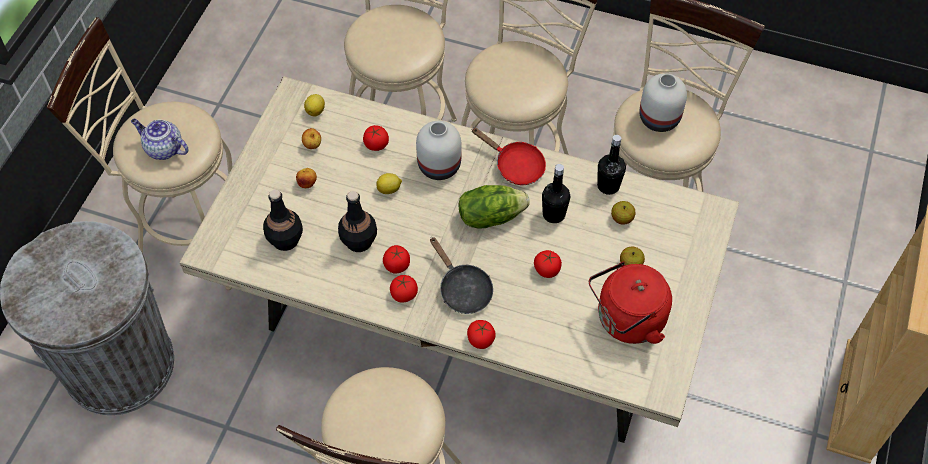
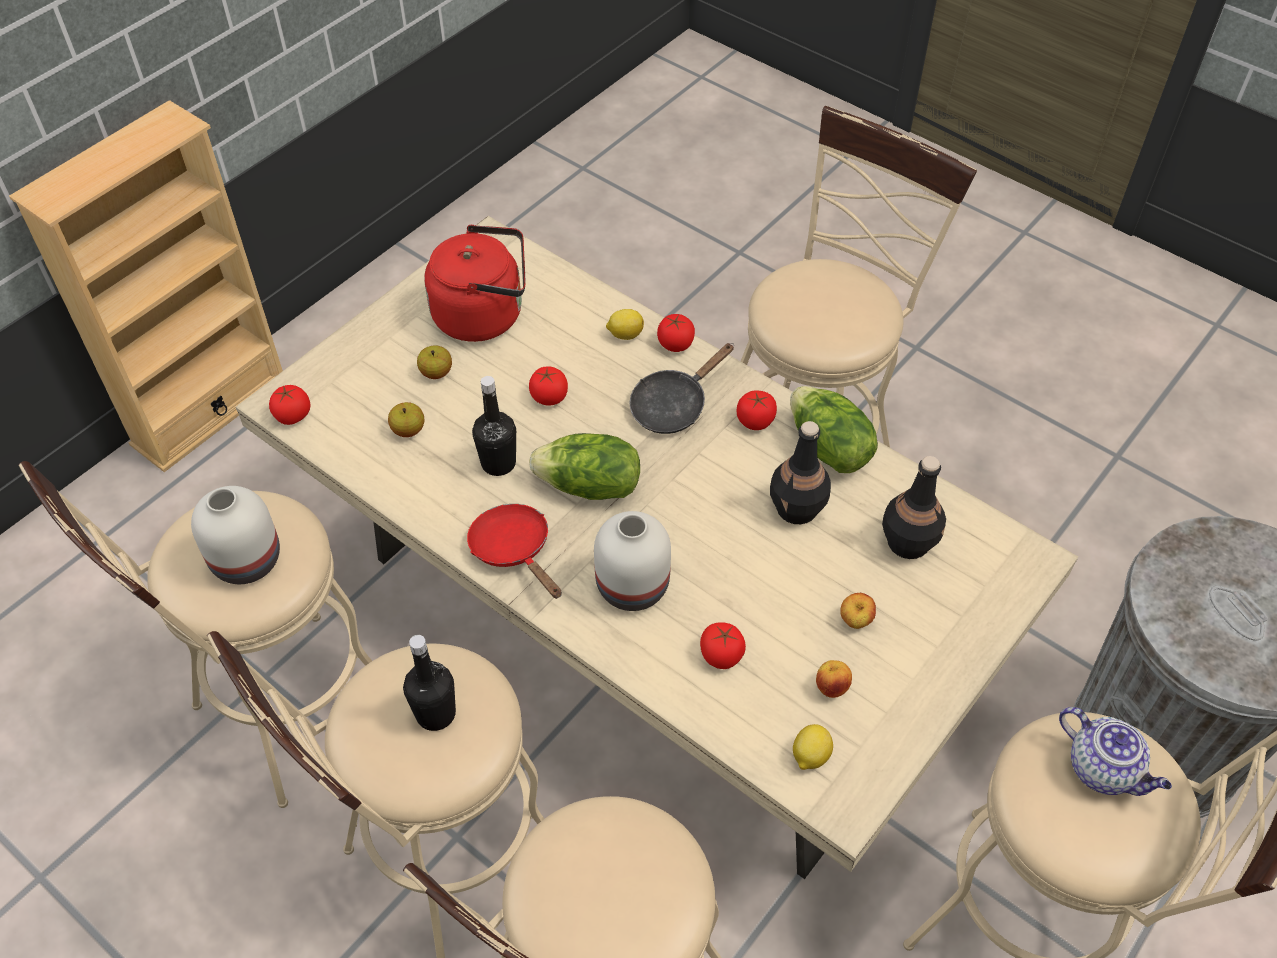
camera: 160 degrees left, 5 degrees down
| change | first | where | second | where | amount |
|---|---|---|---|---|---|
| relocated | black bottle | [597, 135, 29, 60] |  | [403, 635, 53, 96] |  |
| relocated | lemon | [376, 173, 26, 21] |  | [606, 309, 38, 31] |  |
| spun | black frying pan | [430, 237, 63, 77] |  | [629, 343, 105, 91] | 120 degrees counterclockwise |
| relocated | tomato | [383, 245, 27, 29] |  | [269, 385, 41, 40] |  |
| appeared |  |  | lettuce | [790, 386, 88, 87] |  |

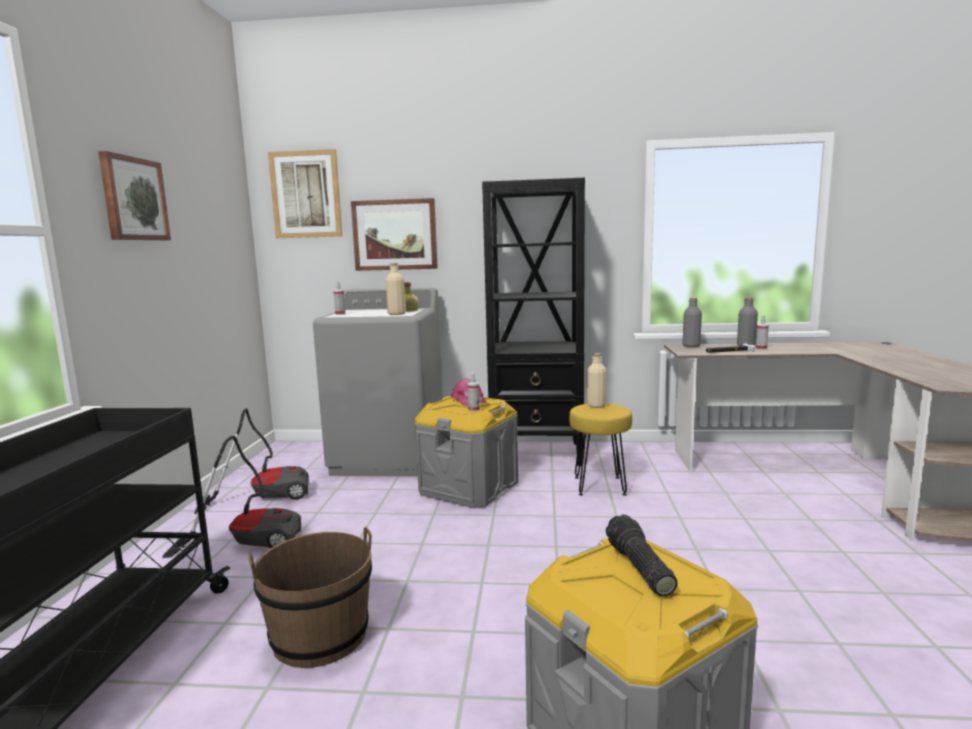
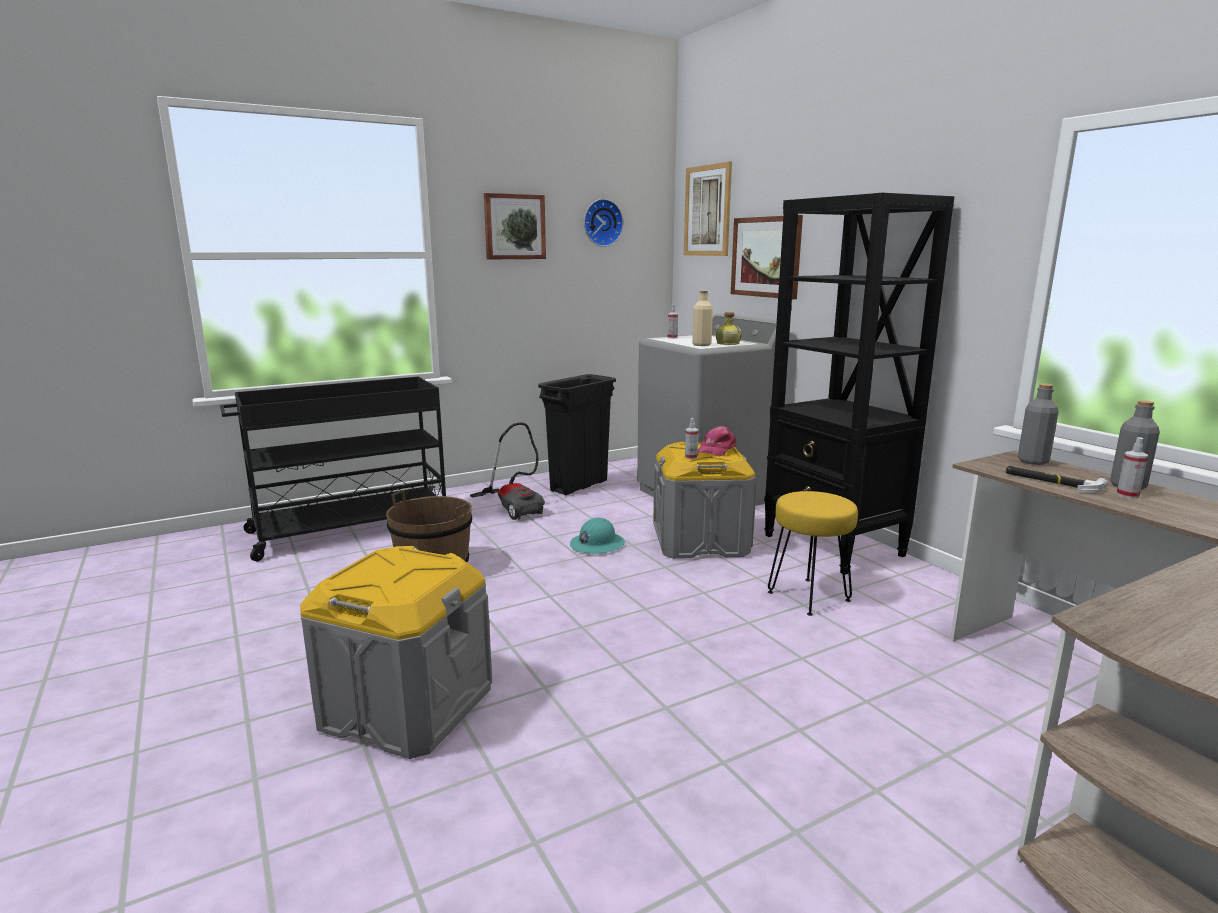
camera: 55 degrees right, 5 degrees up
| change | first | where | second | where | amount |
|---|---|---|---|---|---|
| missing | beige bottle | [587, 353, 20, 55] |  |  |  |
| exchanged | vacuum cleaner | [194, 408, 115, 106] | black trash can | [538, 374, 78, 121] |  |
| missing | flashlight | [606, 515, 72, 82] |  |  |  |
| appeared |  |  | wall clock | [584, 199, 40, 48] |  |
| appeared |  |  | turquoise hard hat | [570, 517, 55, 37] |  |

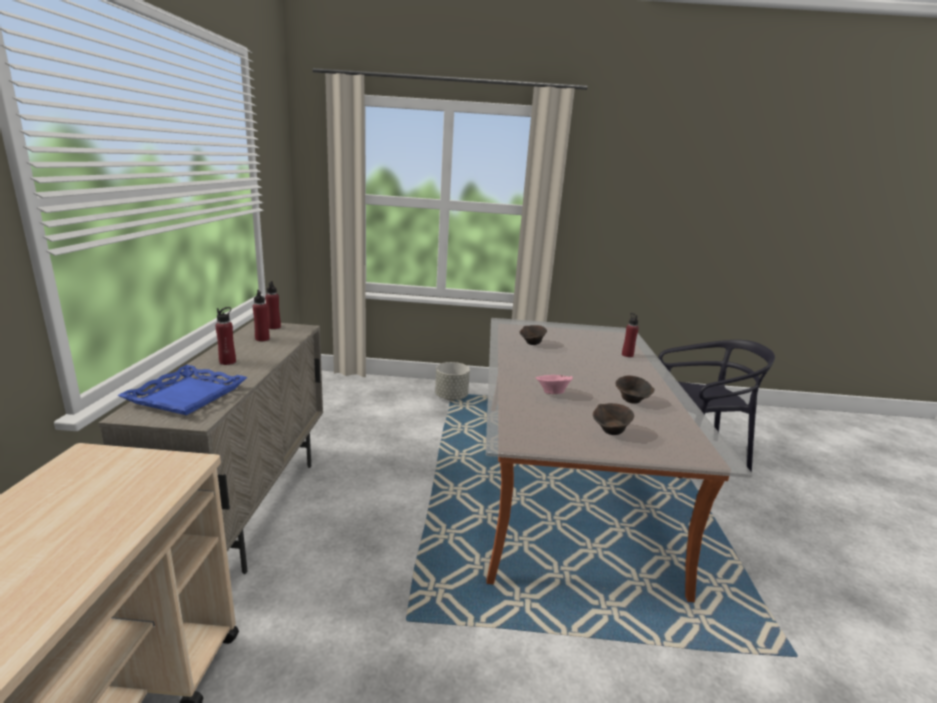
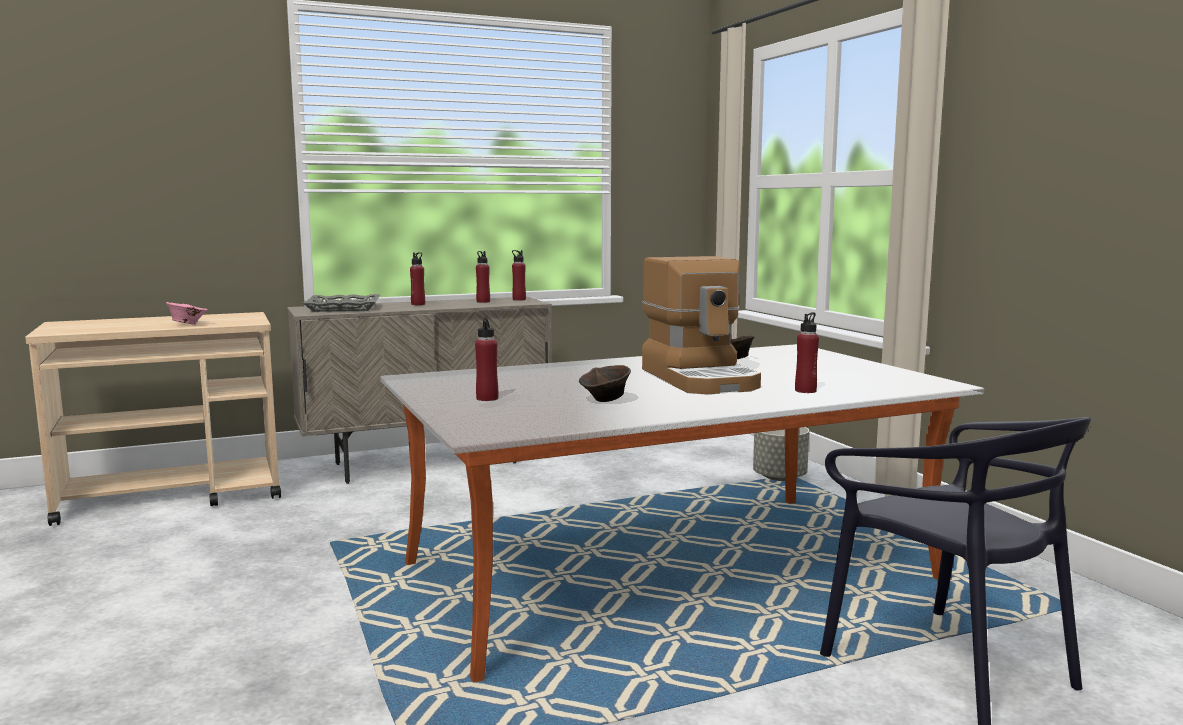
camera: 65 degrees right, 10 degrees down
| change | first | where | second | where | amount |
|---|---|---|---|---|---|
| colour | blue tray | [117, 365, 130, 50] | grey tray | [303, 294, 77, 18] |  |
| relocated | pink bowl | [536, 375, 37, 19] |  | [166, 302, 42, 23] |  |
| exchanged | brown bowl | [593, 403, 41, 32] | red bottle | [475, 317, 24, 84] |  |
| appeared |  |  | coffee machine | [642, 256, 119, 138] |  |

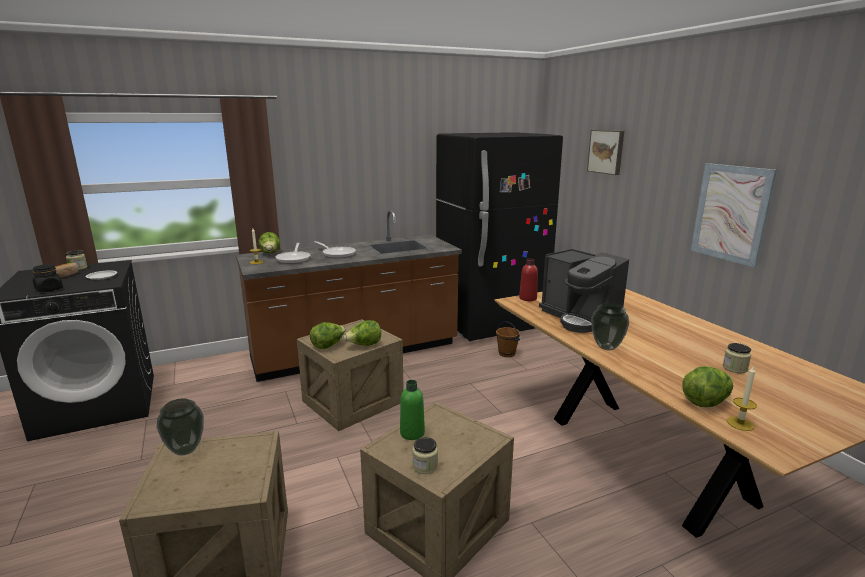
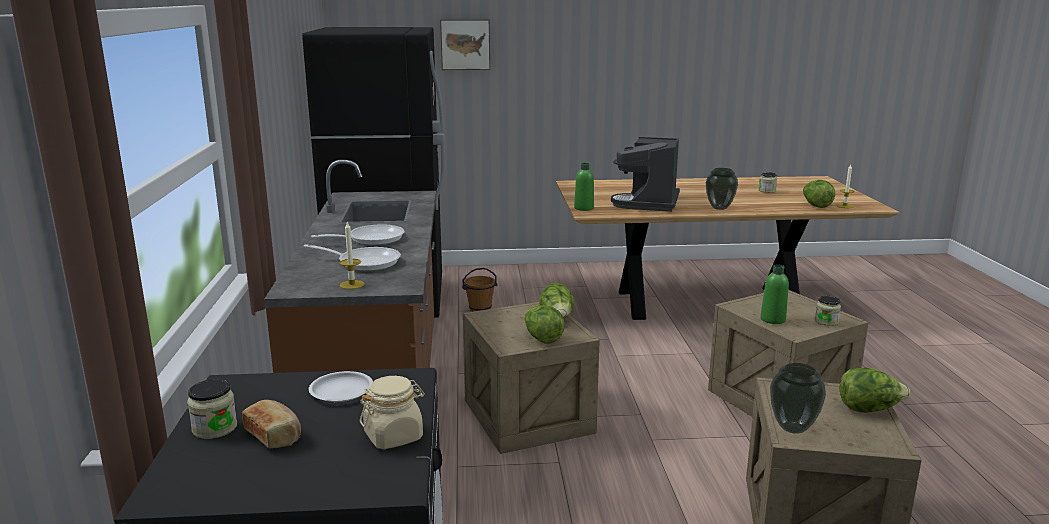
camera: 70 degrees left, 0 degrees up
| change | first | where | second | where | amount |
|---|---|---|---|---|---|
| missing | picture | [691, 163, 86, 105] |  |  |  |
| relocated | lettuce | [258, 232, 22, 22] |  | [840, 367, 70, 46] |  |
| spun | coffee machine | [539, 249, 90, 84] |  | [611, 137, 69, 75] | 120 degrees clockwise |
| colour | red bottle | [519, 258, 19, 43] | green bottle | [574, 163, 20, 48] |  |
| colour | black jar | [33, 264, 30, 28] | beige jar | [360, 376, 65, 73] |  |

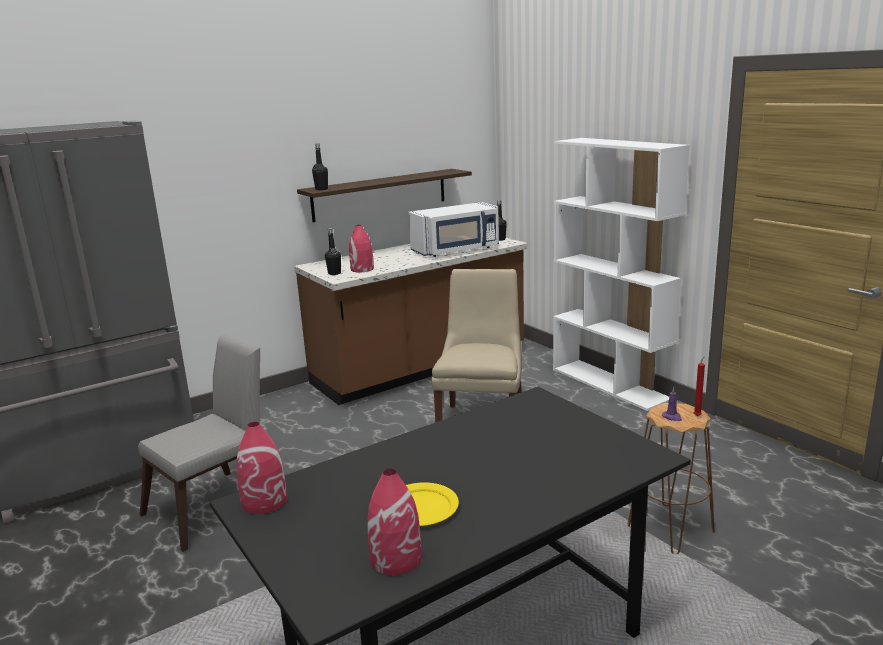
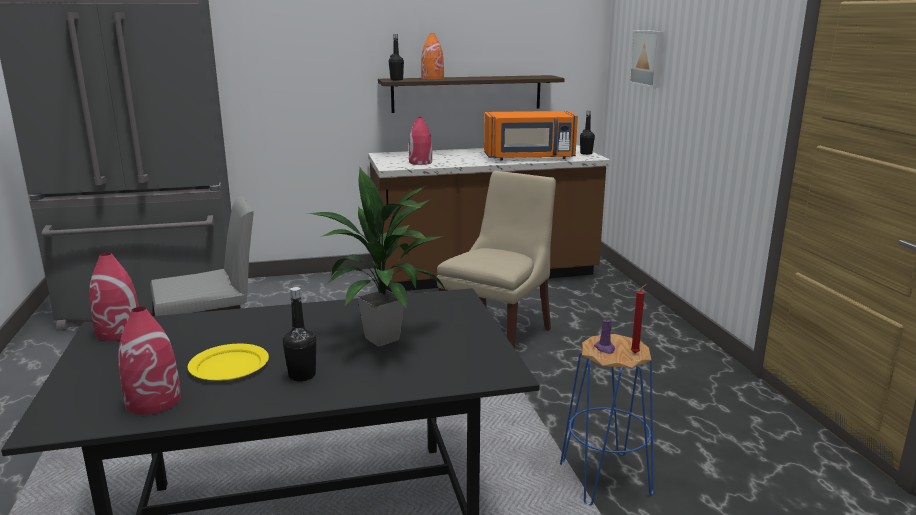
camera: 20 degrees right, 0 degrees up
| change | first | where | second | where | amount |
|---|---|---|---|---|---|
| missing | white bookcase | [553, 138, 137, 273] |  |  |  |
| colour | white microwave | [408, 202, 91, 55] | orange microwave | [484, 111, 94, 49] |  |
| relocated | black bottle | [325, 228, 16, 47] |  | [283, 287, 33, 95] |  |
| colour | brown stool | [628, 403, 87, 151] | blue stool | [560, 334, 94, 172] |  |
| appeared |  |  | picture | [629, 30, 36, 58] |  |
| appeared |  |  | orange vase | [421, 34, 23, 46] |  |
| appeared |  |  | potted plant | [305, 167, 140, 180] |  |

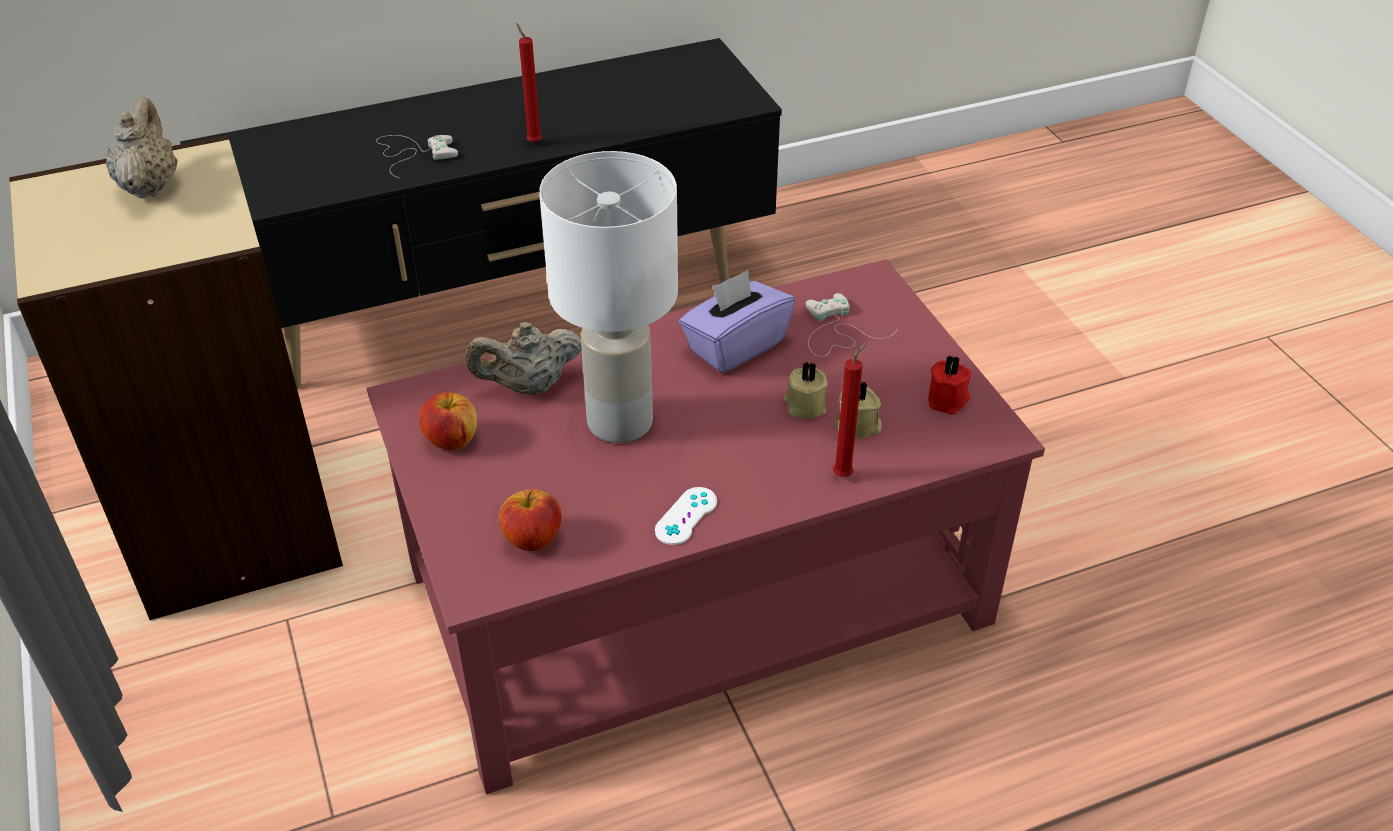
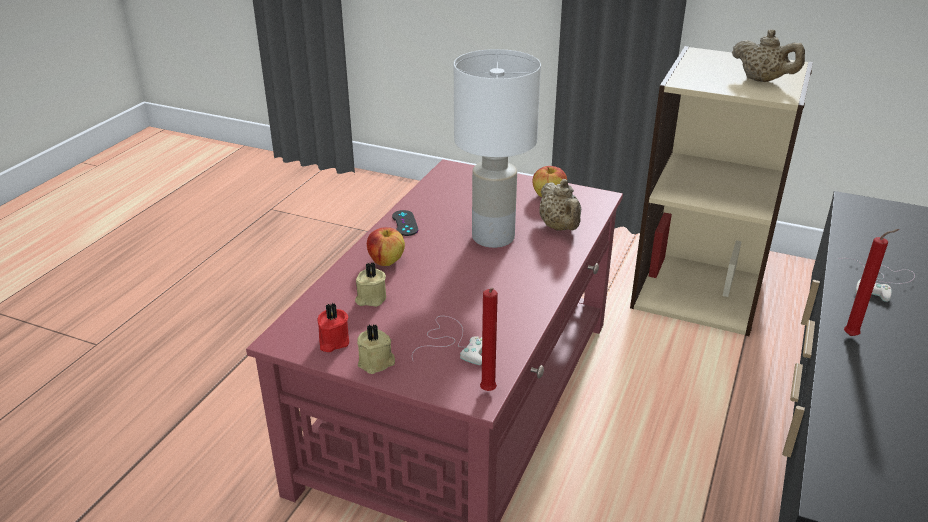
camera: 135 degrees right, 10 degrees down
| change | first | where | second | where | amount |
|---|---|---|---|---|---|
| missing | purple tissue box | [679, 270, 116, 103] |  |  |  |
| spun | beige teapot | [466, 322, 116, 73] |  | [539, 179, 42, 52] | 135 degrees clockwise |
| relocated | red candle | [833, 342, 35, 135] |  | [480, 288, 18, 103] |  |
| relocated | beige candle | [784, 362, 43, 56] |  | [357, 324, 38, 50] |  |
| colour | white game controller | [654, 487, 63, 58] | black game controller | [392, 210, 26, 26] |  |
| relocated | apple | [499, 489, 63, 62] |  | [367, 227, 38, 39] |  |

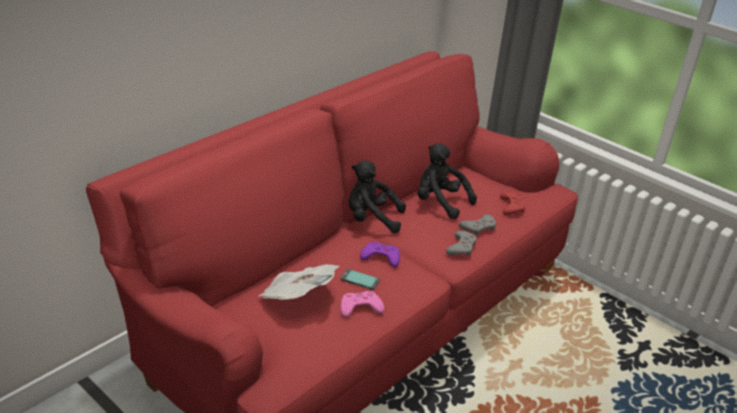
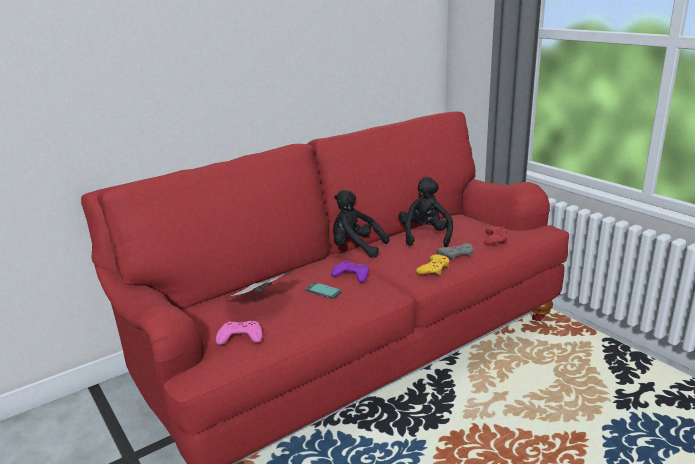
camera: 15 degrees right, 10 degrees down
| change | first | where | second | where | amount |
|---|---|---|---|---|---|
| spun | black plush toy | [417, 143, 60, 76] |  | [399, 177, 54, 70] | 45 degrees clockwise |
| colour | grey game controller | [446, 230, 31, 25] | yellow game controller | [416, 254, 34, 21] |  |
| relocated | pink game controller | [340, 291, 44, 26] |  | [216, 321, 47, 24] |  |

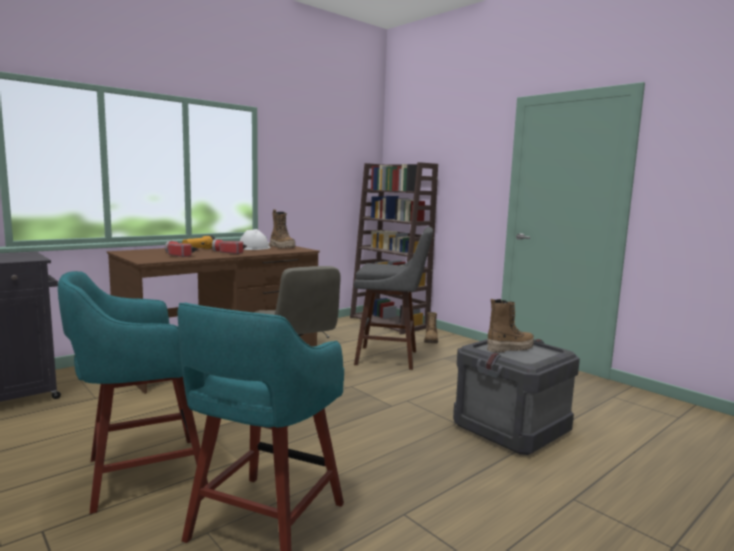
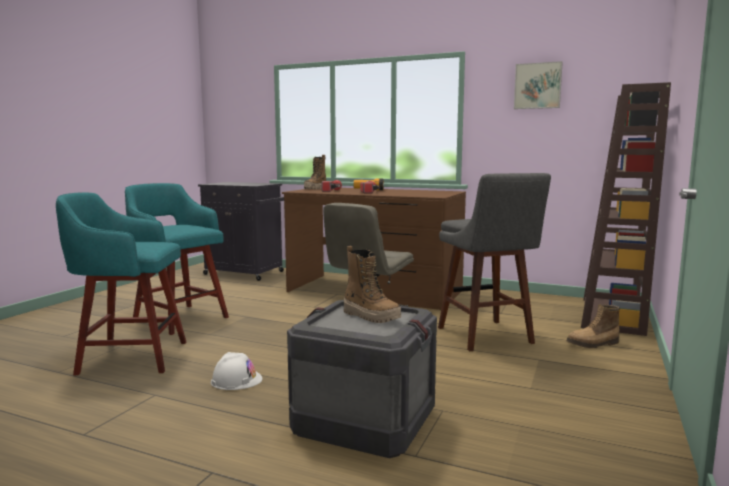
camera: 65 degrees right, 0 degrees up
| change | first | where | second | where | amount |
|---|---|---|---|---|---|
| relocated | boot | [270, 210, 25, 38] |  | [304, 155, 22, 34] |  |
| relocated | white hard hat | [240, 229, 31, 21] |  | [211, 352, 52, 38] |  |
| appeared |  |  | picture | [514, 61, 49, 48] |  |

